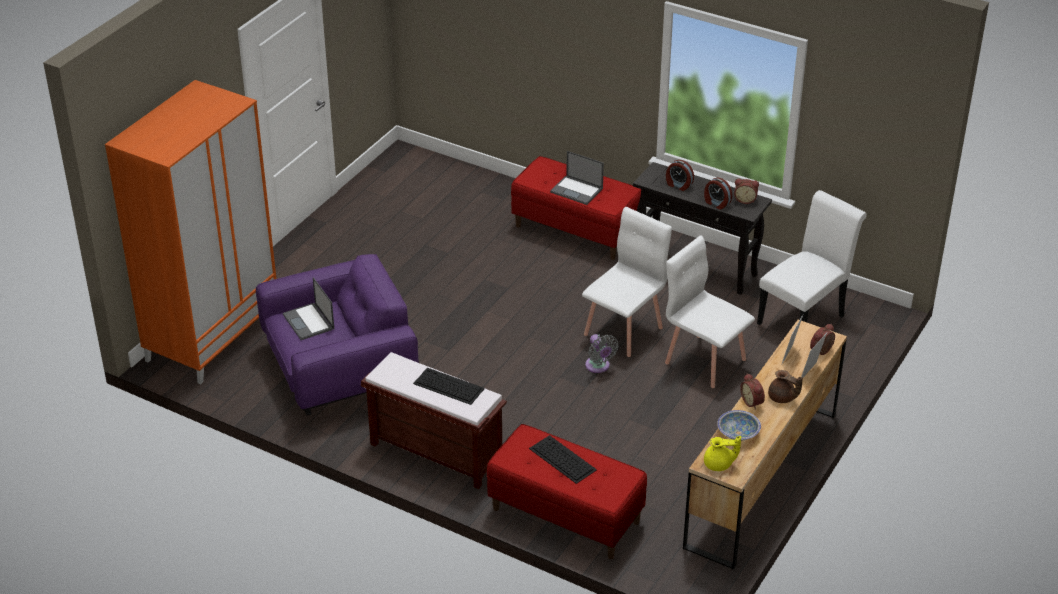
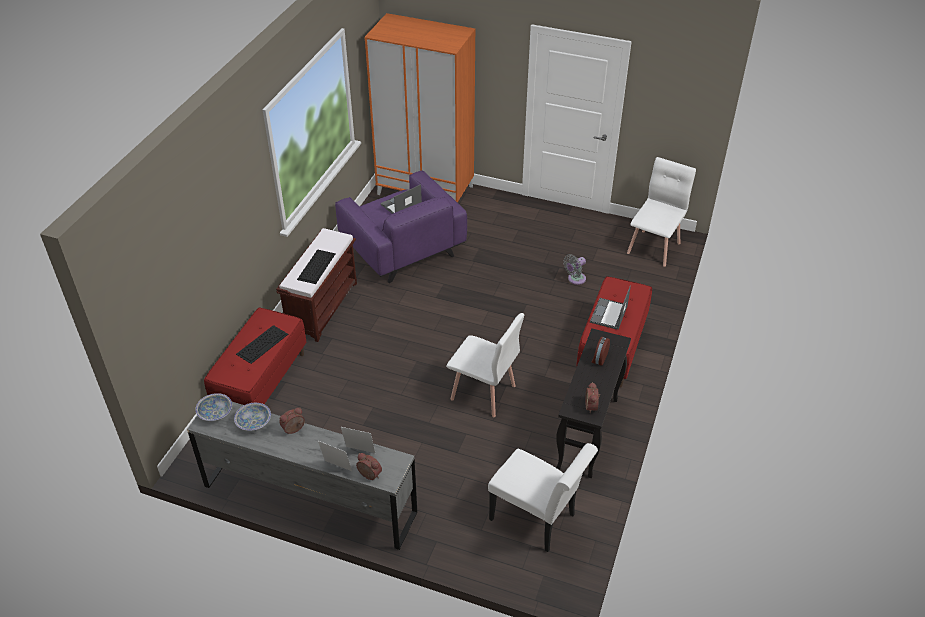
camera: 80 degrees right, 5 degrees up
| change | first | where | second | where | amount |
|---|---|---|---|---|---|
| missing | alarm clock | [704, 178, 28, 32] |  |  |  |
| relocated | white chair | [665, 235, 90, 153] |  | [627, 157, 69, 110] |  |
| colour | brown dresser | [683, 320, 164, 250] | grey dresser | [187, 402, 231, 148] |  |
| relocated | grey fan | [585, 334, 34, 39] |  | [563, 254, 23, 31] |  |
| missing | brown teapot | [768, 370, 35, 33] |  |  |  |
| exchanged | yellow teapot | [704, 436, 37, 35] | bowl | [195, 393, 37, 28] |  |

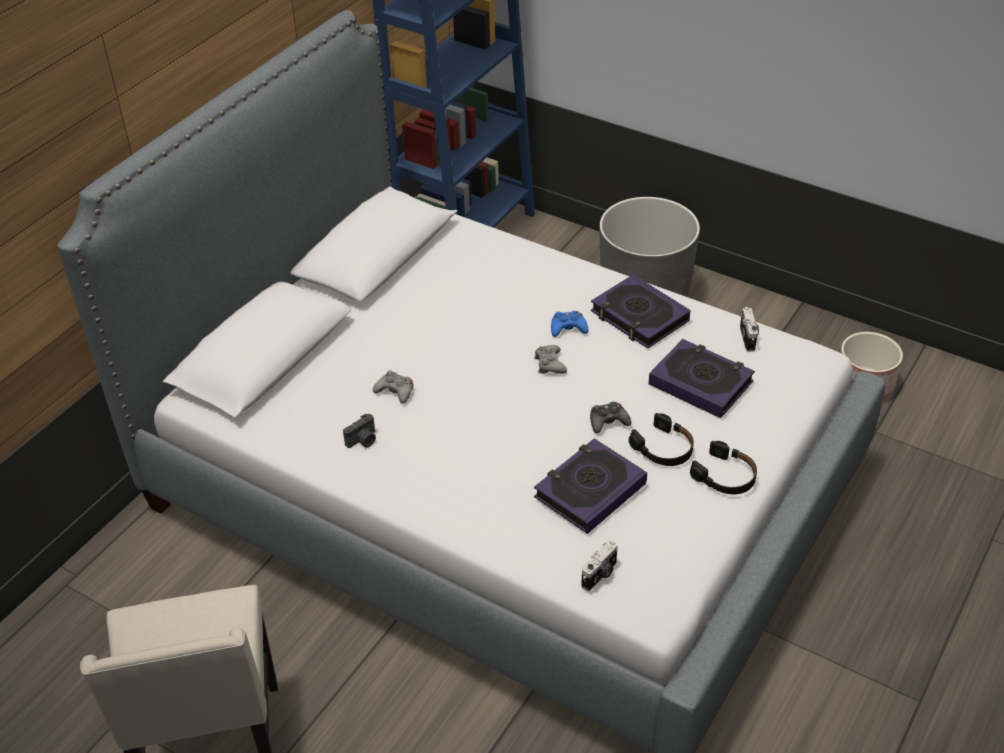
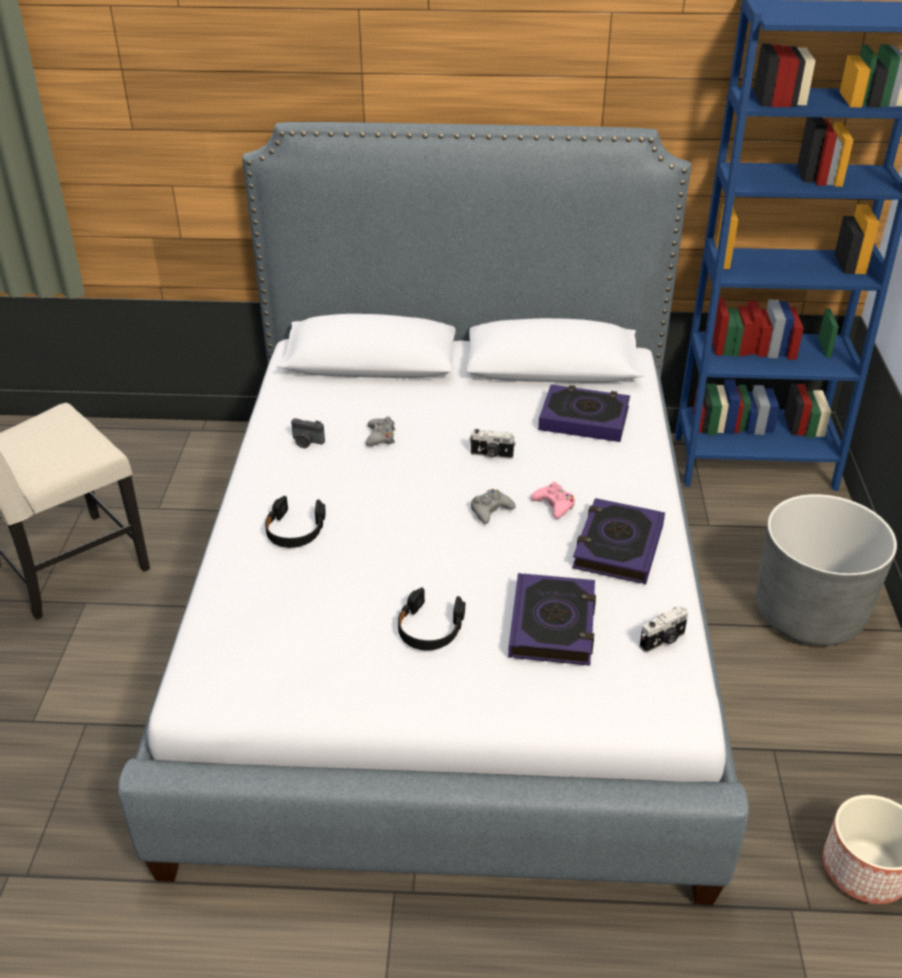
camera: 60 degrees right, 5 degrees down
| change | first | where | second | where | amount |
|---|---|---|---|---|---|
| colour | blue game controller | [551, 311, 37, 26] | pink game controller | [531, 482, 44, 37] |  |
| missing | black game controller | [590, 402, 41, 31] |  |  |  |
| relocated | book | [534, 438, 113, 96] |  | [538, 384, 92, 58] |  |
| relocated | black headphones | [690, 441, 67, 53] |  | [265, 496, 60, 52] |  |
| relocated | photo camera | [581, 541, 37, 50] |  | [470, 429, 46, 30] |  |

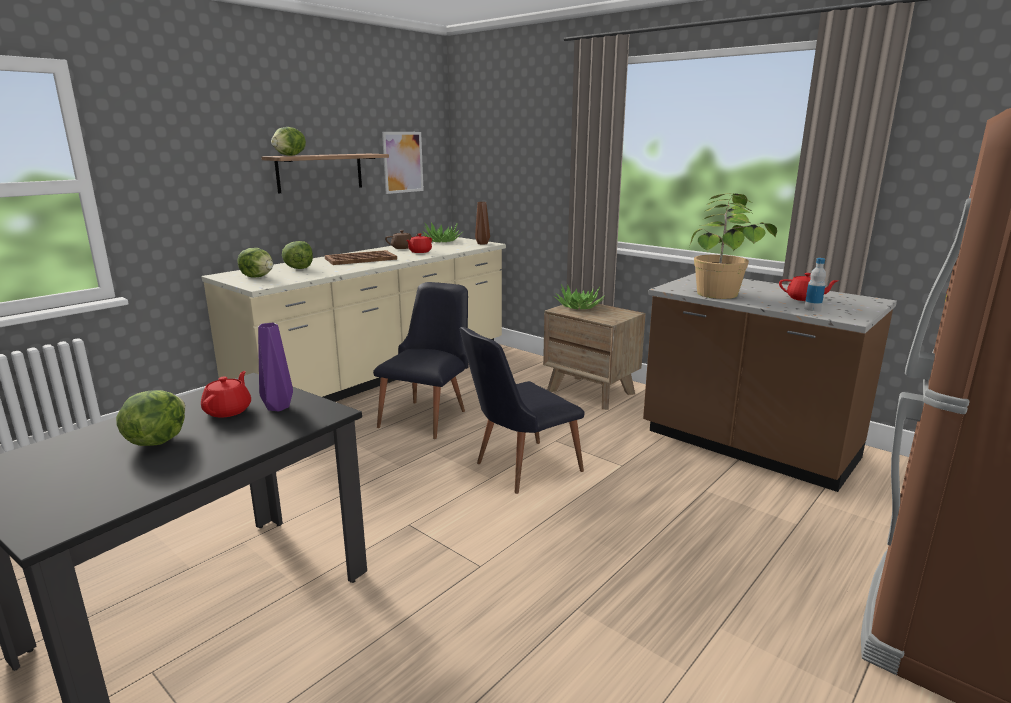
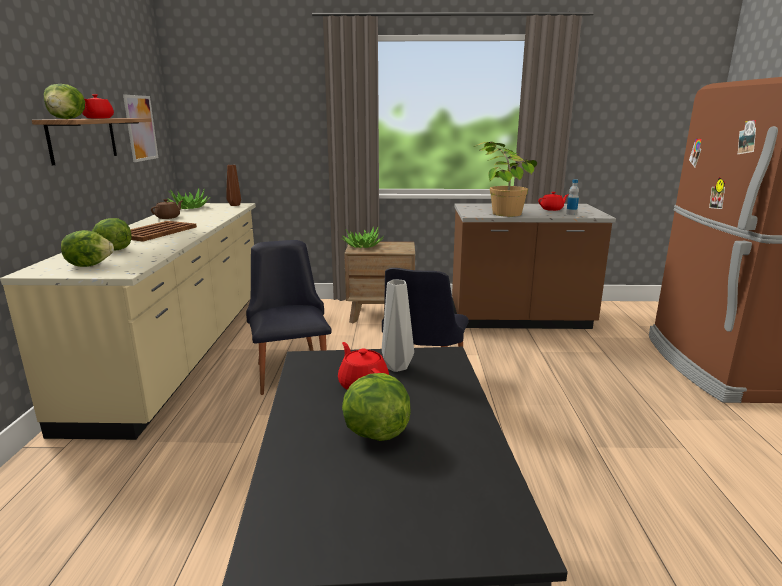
camera: 40 degrees left, 0 degrees up
| change | first | where | second | where | amount |
|---|---|---|---|---|---|
| relocated | red teapot | [406, 234, 26, 19] |  | [82, 94, 32, 24] |  |
| colour | purple vase | [258, 323, 35, 88] | grey vase | [382, 279, 32, 93] |  |

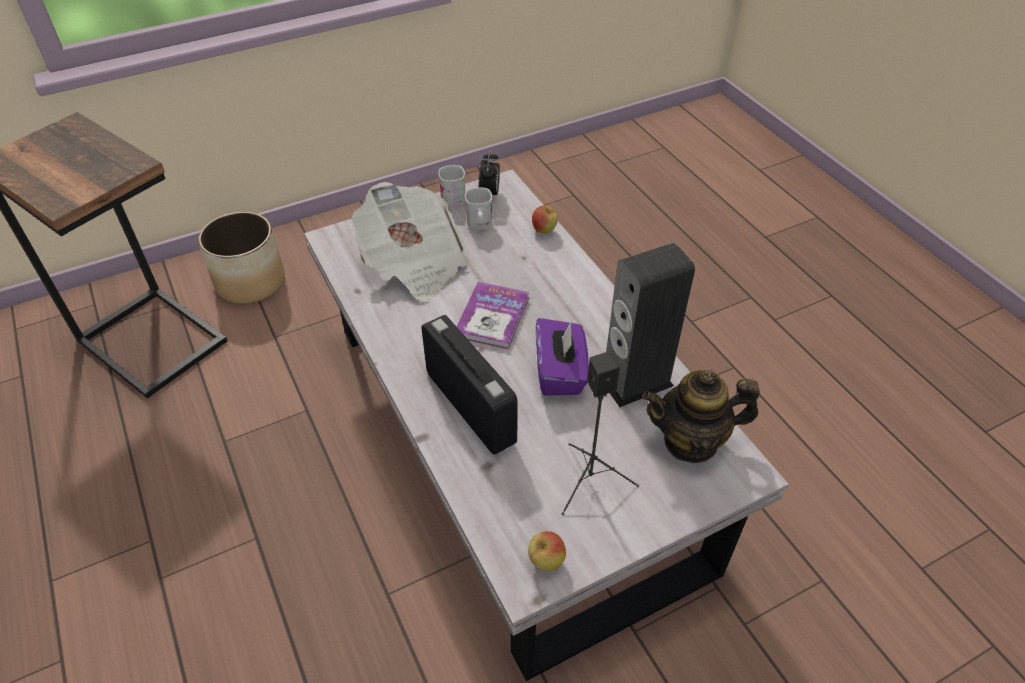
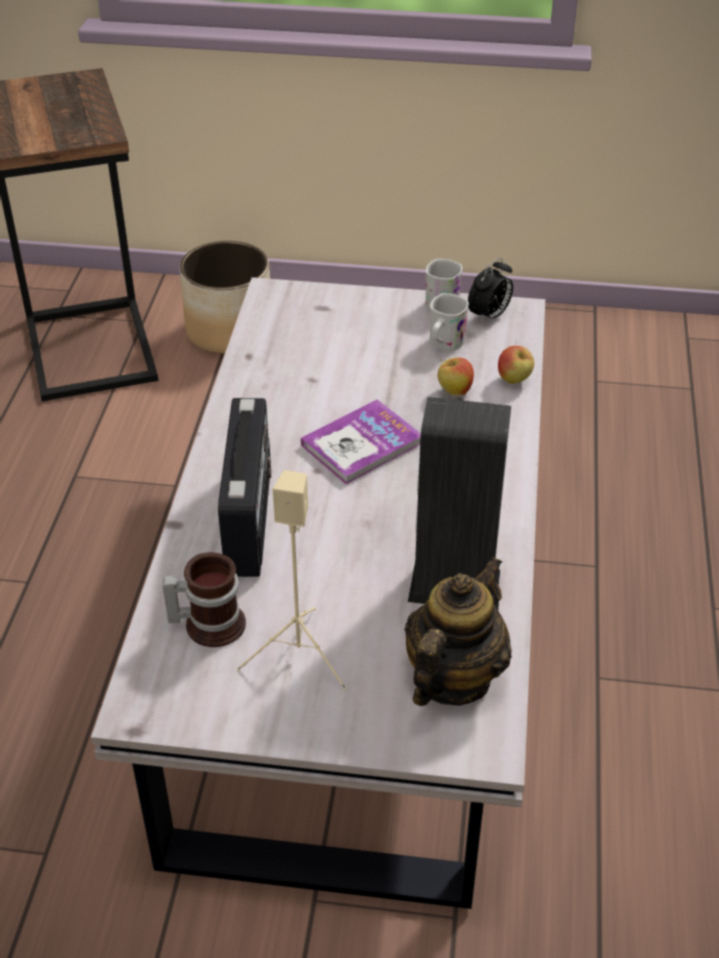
camera: 35 degrees right, 5 degrees down
| change | first | where | second | where | amount |
|---|---|---|---|---|---|
| missing | newspaper | [352, 182, 116, 119] |  |  |  |
| missing | purple tissue box | [536, 318, 53, 77] |  |  |  |
| colour | black speaker | [562, 352, 77, 163] | beige speaker | [237, 470, 109, 220] |  |
| spun | teapot | [642, 370, 118, 93] |  | [404, 556, 108, 150] | 90 degrees clockwise |
| relocated | apple | [528, 531, 38, 40] |  | [437, 357, 37, 39] |  |
| appeared |  |  | mug | [163, 552, 83, 95] |  |

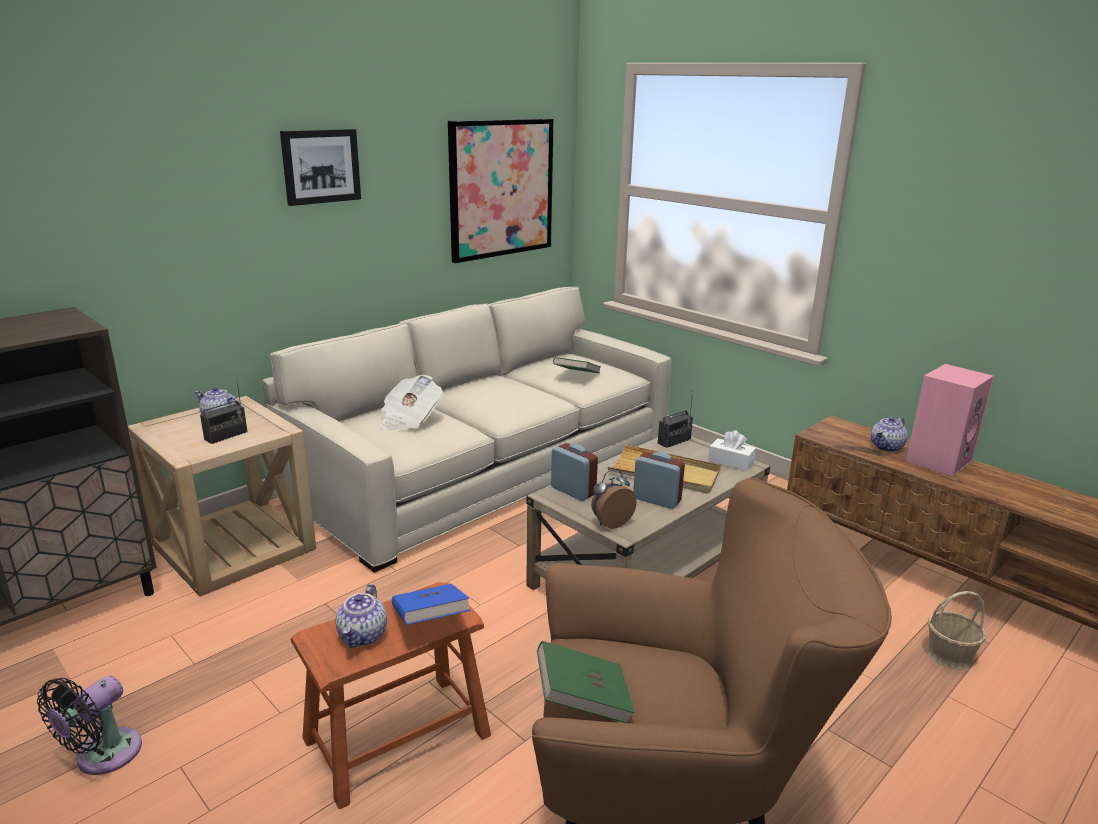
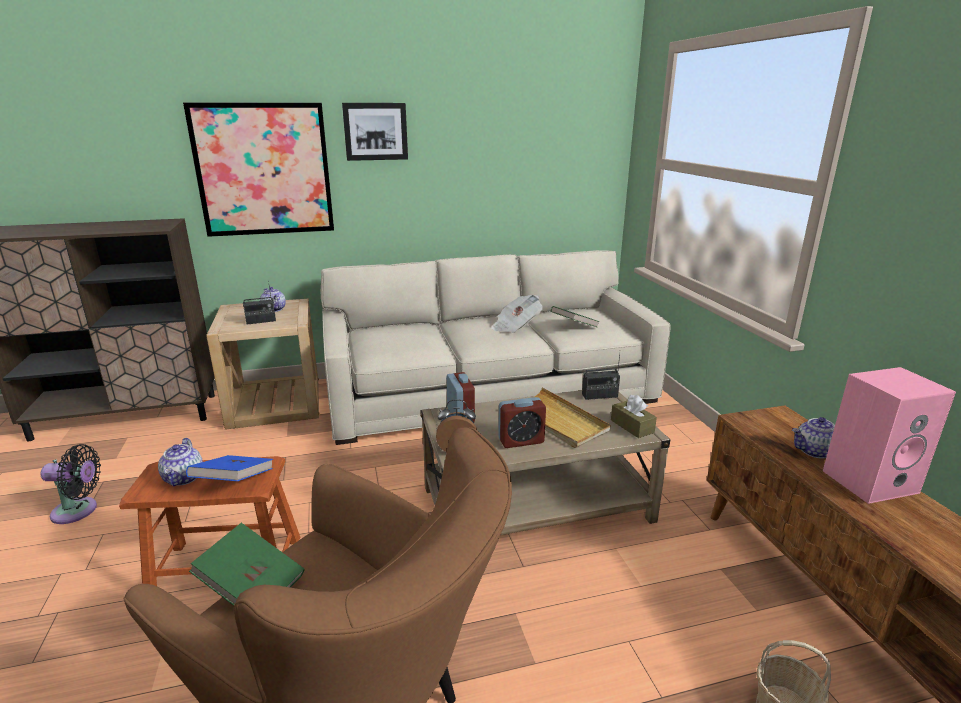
camera: 30 degrees right, 0 degrees up
| change | first | where | second | where | amount |
|---|---|---|---|---|---|
| relocated | picture | [448, 119, 106, 144] |  | [183, 102, 151, 135] |  |
| relocated | newspaper | [380, 375, 63, 55] |  | [491, 295, 52, 38] |  |
| colour | white tissue box | [708, 430, 48, 41] | brown tissue box | [611, 395, 46, 43] |  |
| spun | alarm clock | [633, 452, 52, 57] |  | [498, 397, 48, 51] | 105 degrees clockwise |
| spun | teapot | [336, 584, 51, 64] |  | [158, 438, 45, 48] | 45 degrees counterclockwise |
| spun | black fan | [37, 676, 105, 99] |  | [41, 444, 60, 80] | 150 degrees counterclockwise |

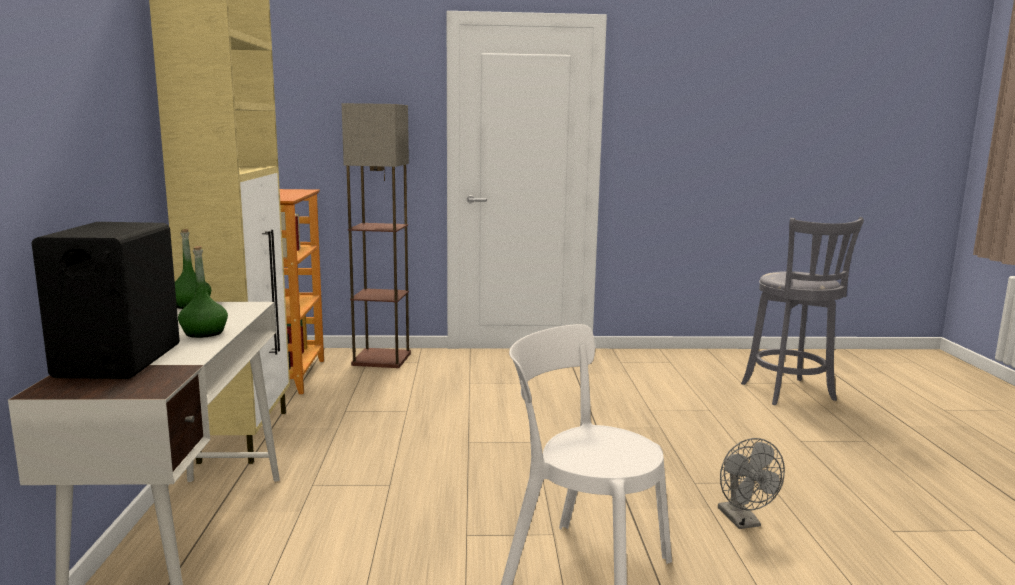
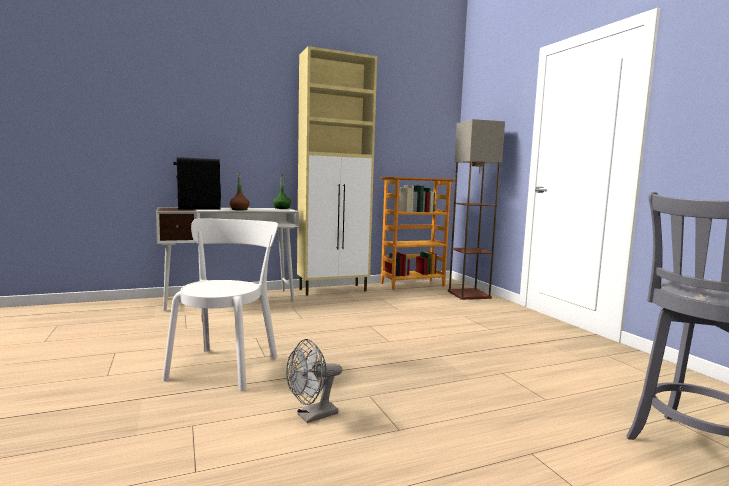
camera: 70 degrees right, 5 degrees down
| change | first | where | second | where | amount |
|---|---|---|---|---|---|
| colour | green bottle | [178, 246, 50, 92] | brown bottle | [229, 172, 21, 38] |  |

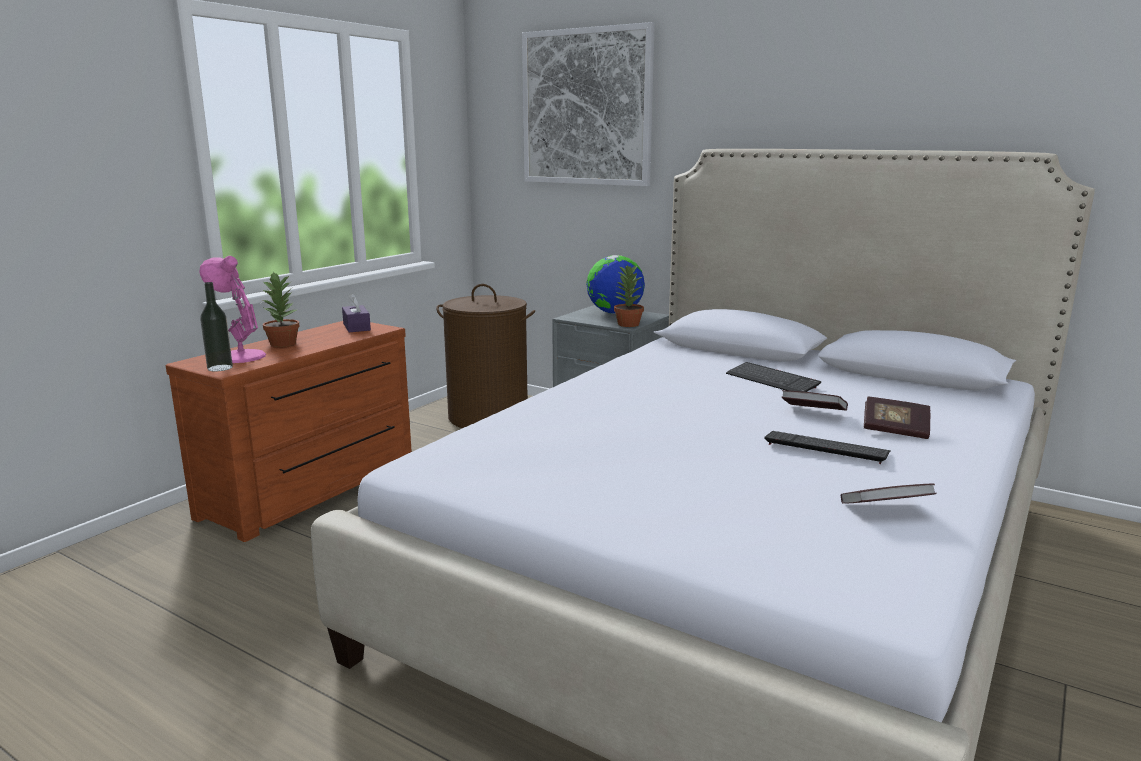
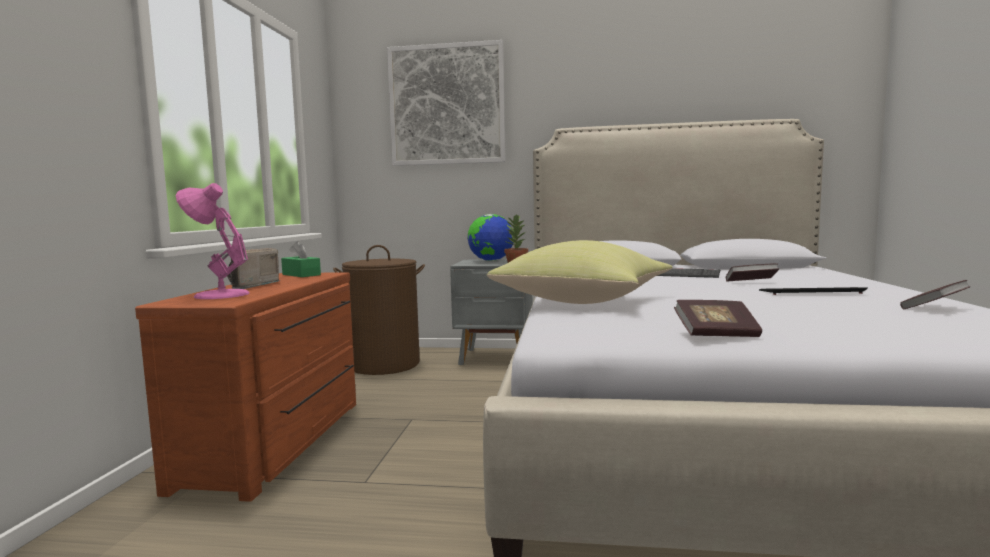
camera: 25 degrees left, 10 degrees down
| change | first | where | second | where | amount |
|---|---|---|---|---|---|
| exchanged | potted plant | [261, 271, 39, 76] | radio | [227, 248, 53, 41] |  |
| missing | bottle | [200, 282, 33, 90] |  |  |  |
| colour | purple tissue box | [342, 293, 29, 39] | green tissue box | [281, 241, 40, 36] |  |
| relocated | book | [864, 397, 66, 42] |  | [674, 300, 88, 37] |  |
| appeared |  |  | yellow pillow | [487, 240, 186, 64] |  |

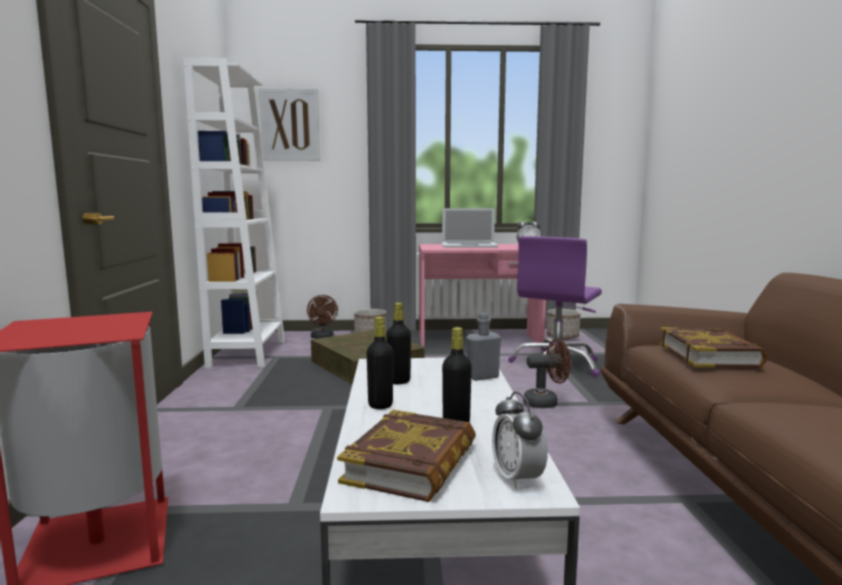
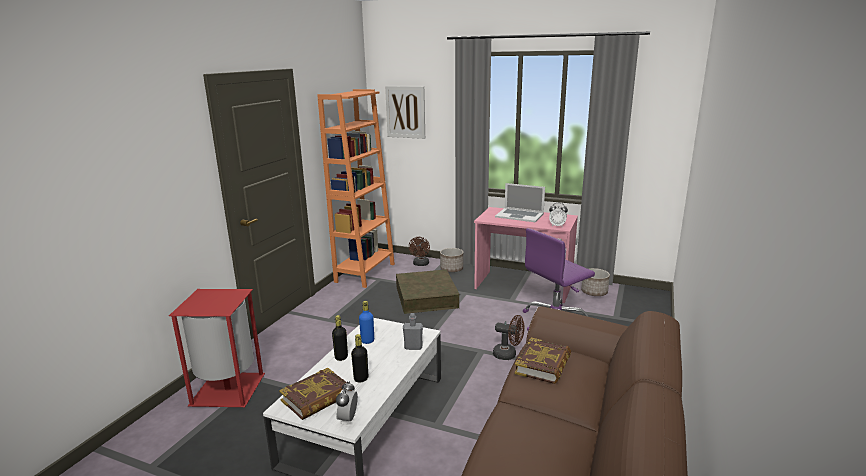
camera: 25 degrees right, 10 degrees up
| change | first | where | second | where | amount |
|---|---|---|---|---|---|
| colour | white bookcase | [183, 58, 102, 310] | orange bookcase | [317, 89, 78, 199] |  |
| colour | black bottle | [386, 303, 25, 81] | blue bottle | [359, 301, 15, 43] |  |

